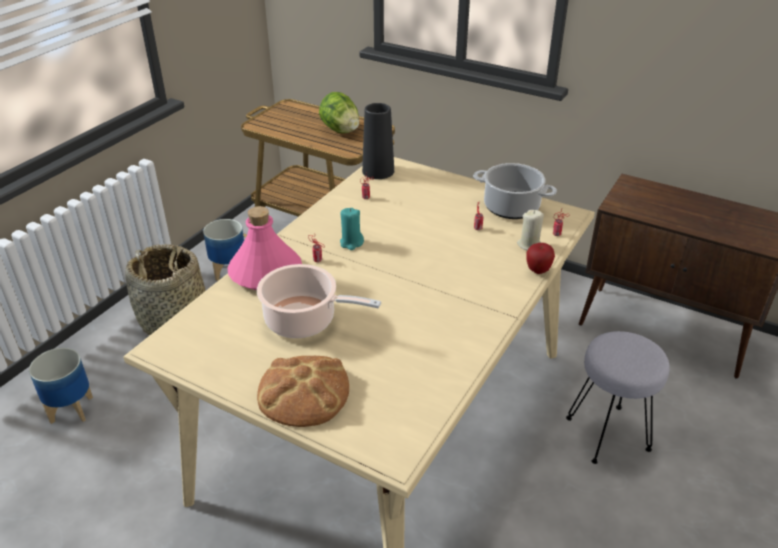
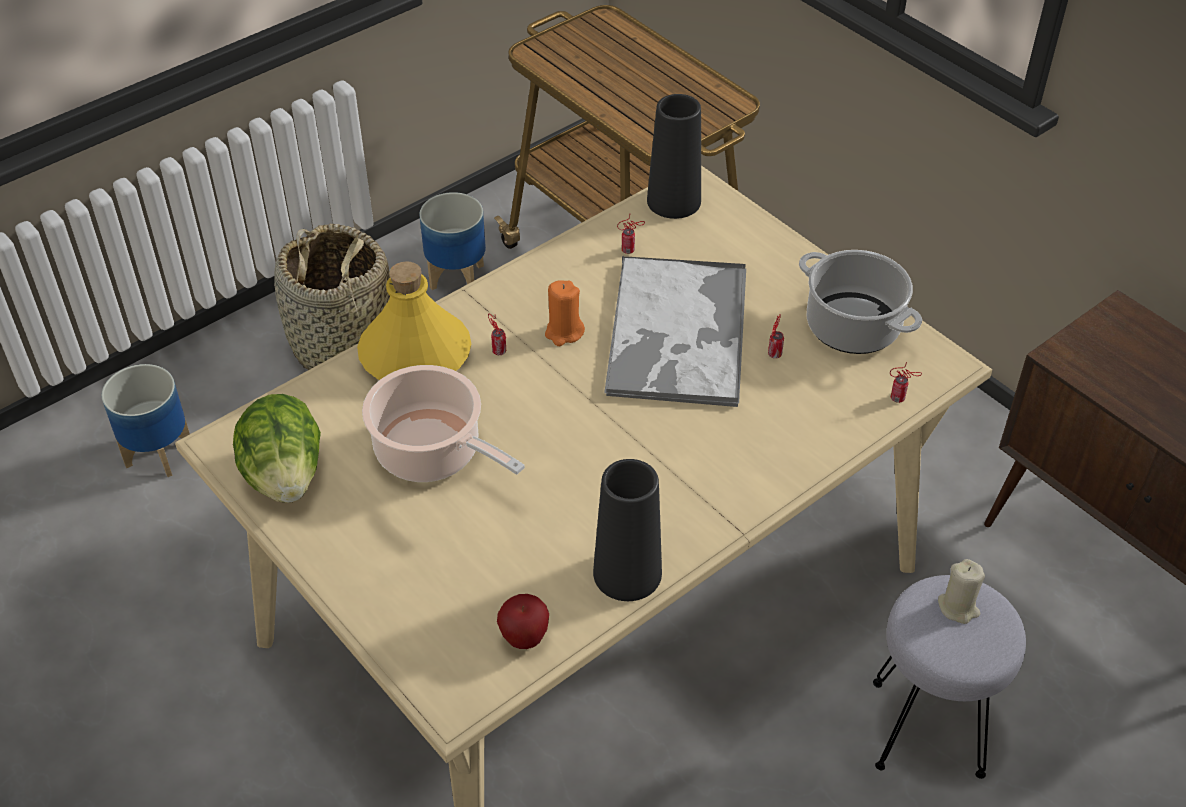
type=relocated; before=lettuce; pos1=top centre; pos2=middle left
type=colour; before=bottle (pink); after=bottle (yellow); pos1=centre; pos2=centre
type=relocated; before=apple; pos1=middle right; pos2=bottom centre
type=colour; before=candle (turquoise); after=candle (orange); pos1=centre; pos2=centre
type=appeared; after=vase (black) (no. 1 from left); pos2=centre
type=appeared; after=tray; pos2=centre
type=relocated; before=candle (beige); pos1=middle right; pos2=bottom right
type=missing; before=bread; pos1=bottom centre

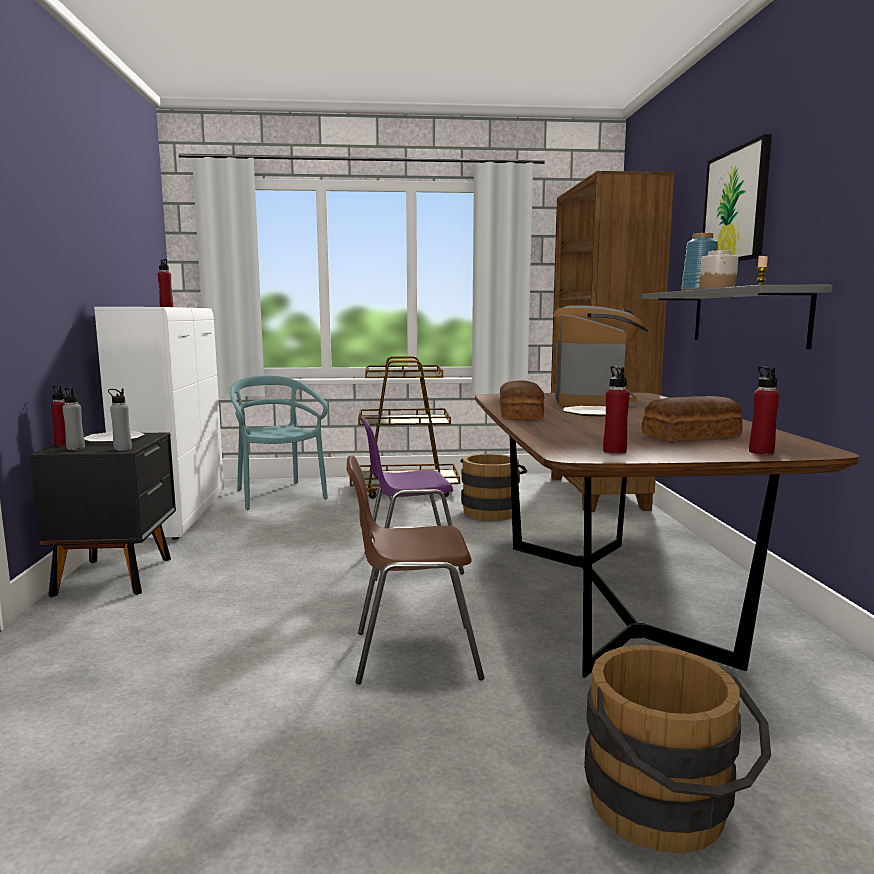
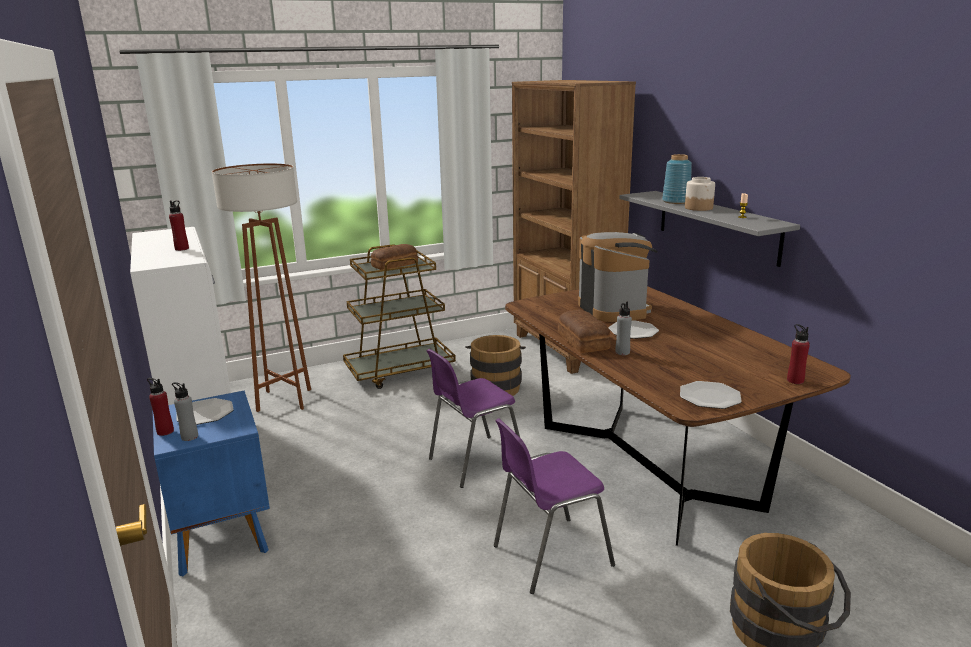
type=colour; before=nightstand (black); after=nightstand (blue); pos1=middle left; pos2=bottom left
type=exchanged; before=chair (turquoise); after=floor lamp (brown); pos1=middle left; pos2=middle left
type=relocated; before=bread (no. 2 from left in the first image); after=bread (no. 1 from left); pos1=middle right; pos2=centre
type=colour; before=chair (brown); after=chair (purple) (no. 2 from left); pos1=centre; pos2=bottom centre
type=relocated; before=bottle (grey) (no. 2 from left); pos1=middle left; pos2=centre
type=exchanged; before=bottle (red) (no. 3 from left); after=plate (no. 3 from left); pos1=middle right; pos2=middle right
type=missing; before=picture; pos1=top right

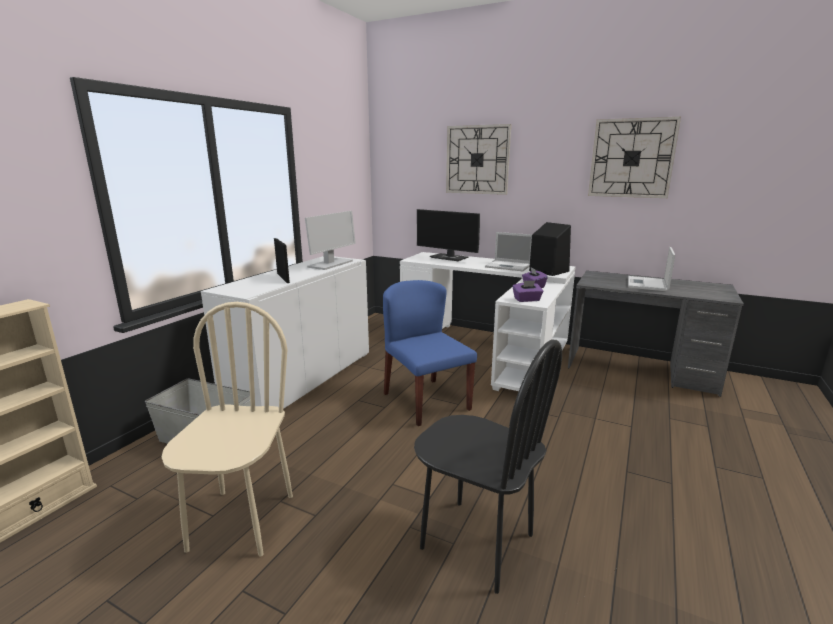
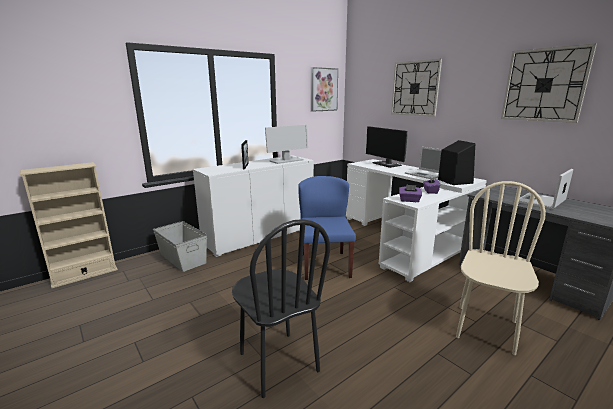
type=appeared; after=picture; pos2=top centre
type=relocated; before=chair (beige); pos1=bottom left; pos2=middle right

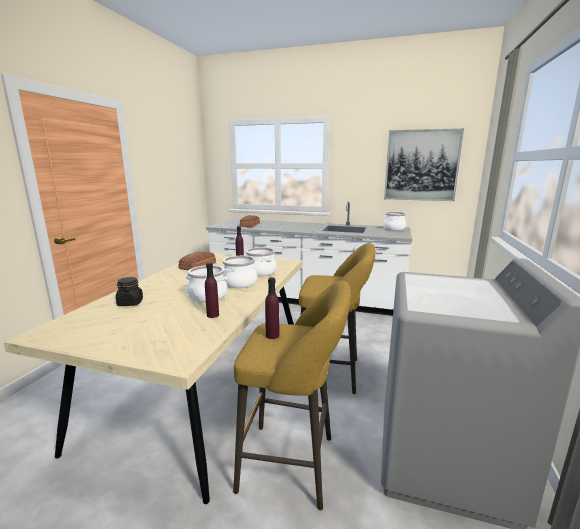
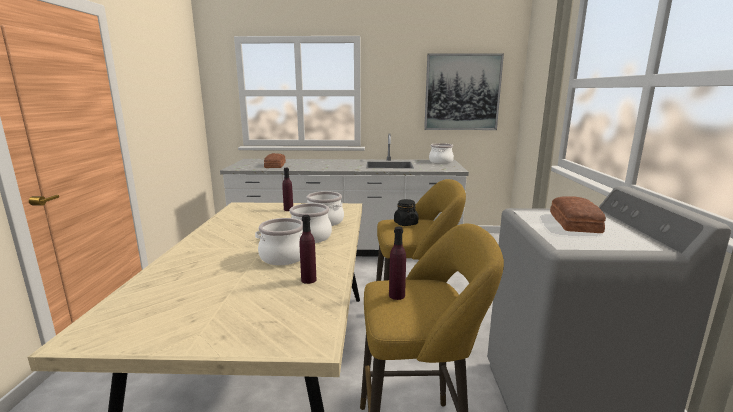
type=relocated; before=jar (black); pos1=middle left; pos2=centre
type=relocated; before=bread (no. 1 from left in the first image); after=bread (no. 2 from left); pos1=centre; pos2=middle right

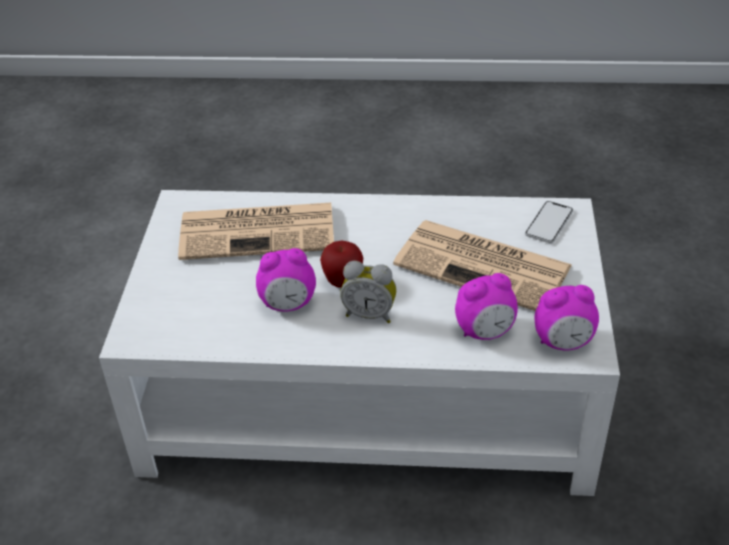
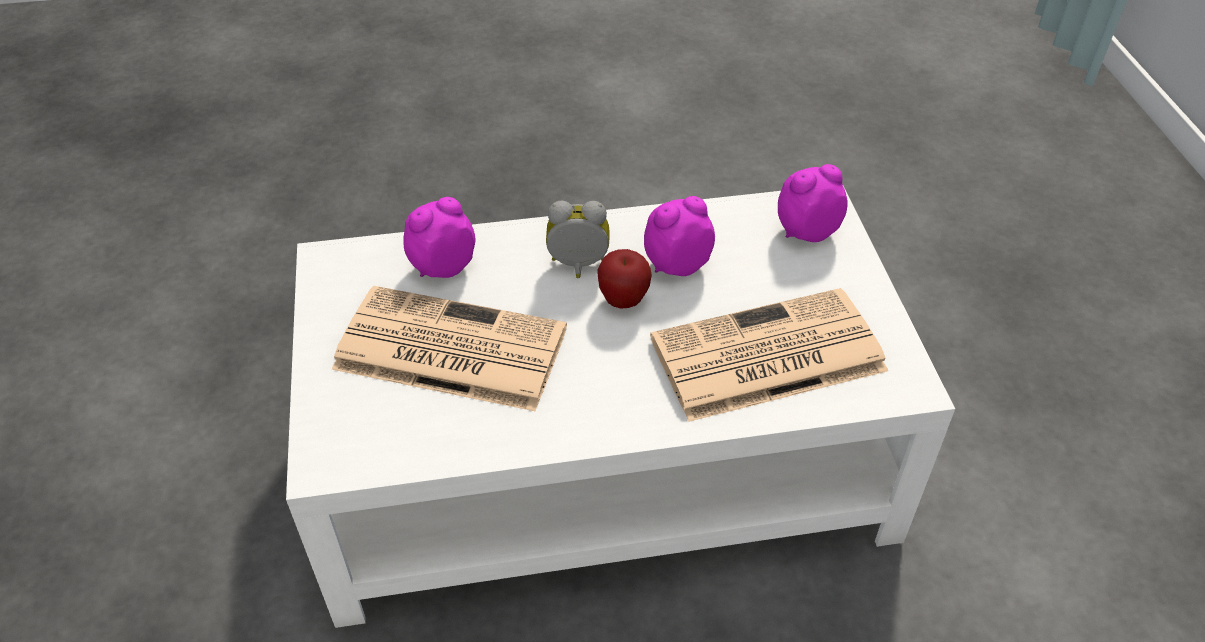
type=relocated; before=alarm clock (no. 4 from left); pos1=middle right; pos2=top right
type=missing; before=phone; pos1=middle right

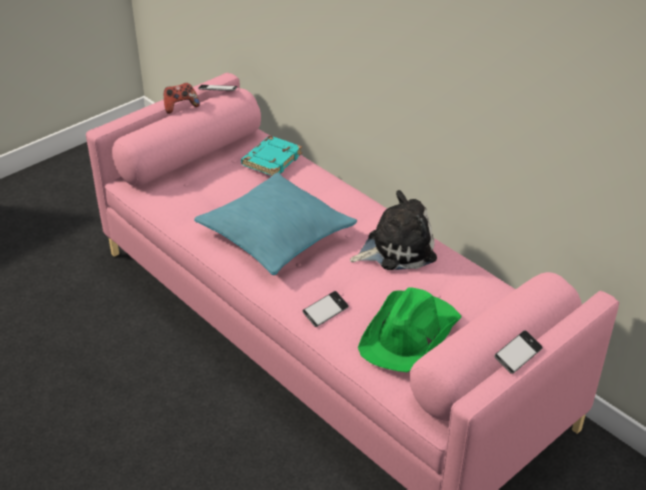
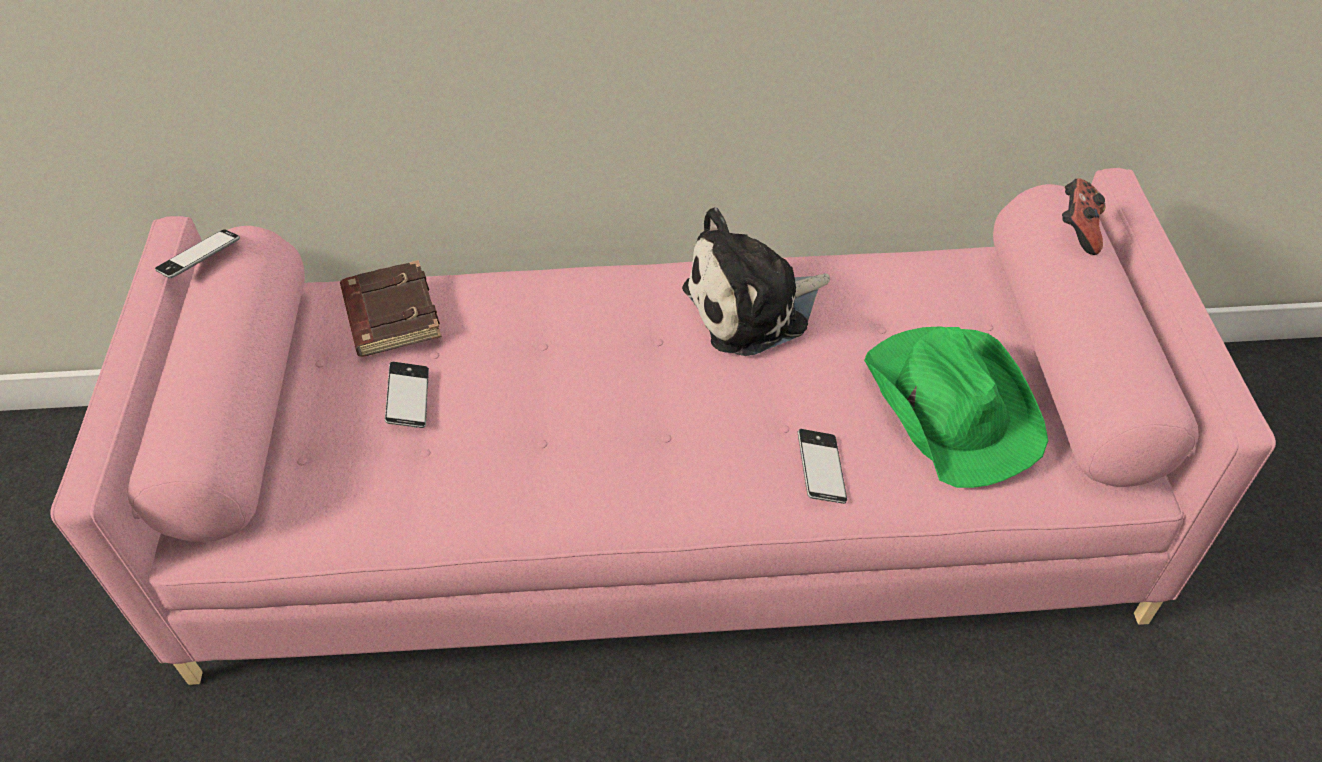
type=colour; before=book (turquoise); after=book (brown); pos1=top centre; pos2=middle left
type=relocated; before=phone (no. 3 from left in the first image); after=phone (no. 2 from left); pos1=bottom right; pos2=middle left
type=spun; before=plush toy; pos1=centre; pos2=centre; turn=-135
type=relocated; before=game controller; pos1=top left; pos2=top right
type=missing; before=pillow (turquoise); pos1=centre

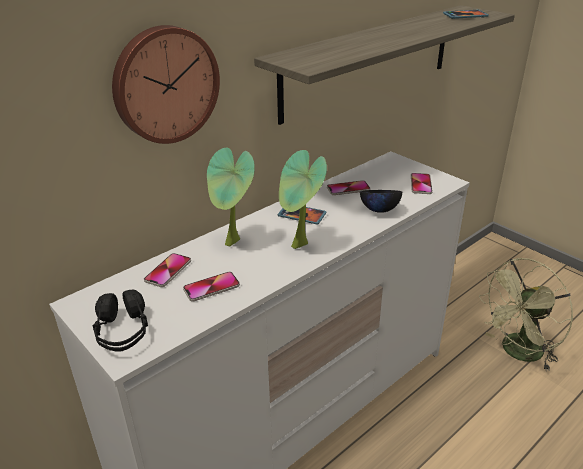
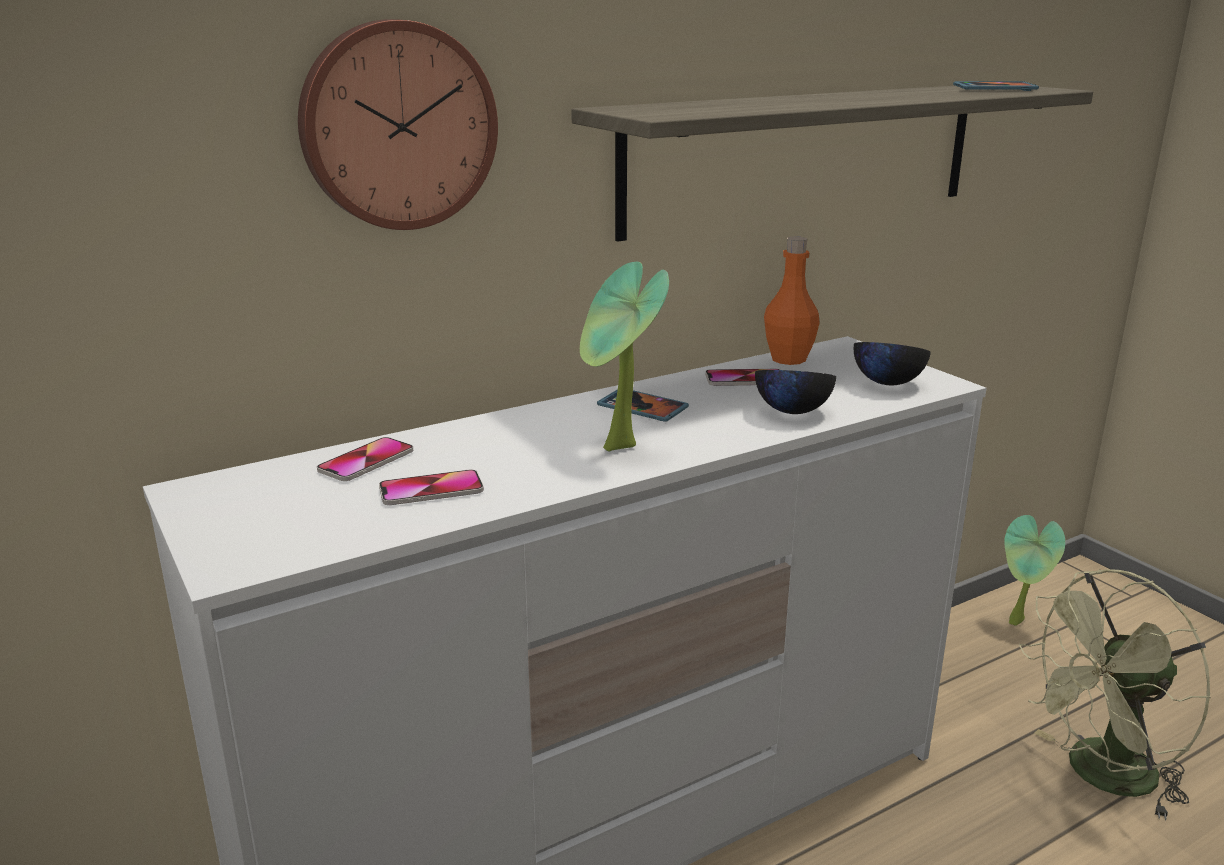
type=appeared; after=bottle (orange); pos2=centre
type=exchanged; before=phone (no. 5 from left); after=bowl (black) (no. 2 from left); pos1=middle right; pos2=middle right
type=relocated; before=potted plant (no. 1 from left in the first image); after=potted plant (no. 2 from left); pos1=centre; pos2=middle right
type=missing; before=headphones (black); pos1=bottom left

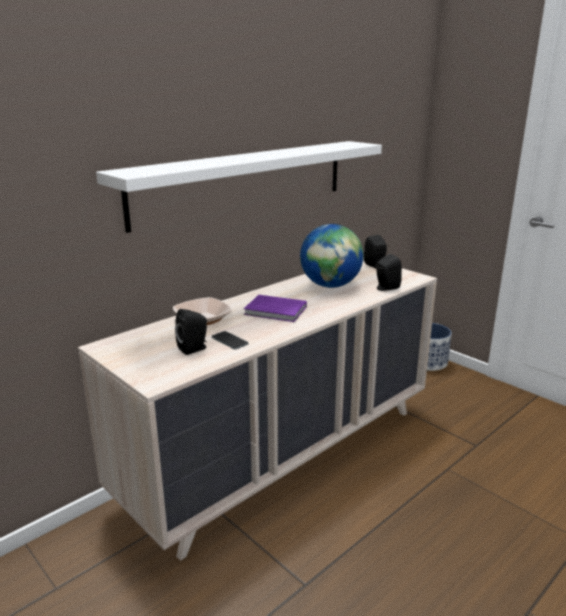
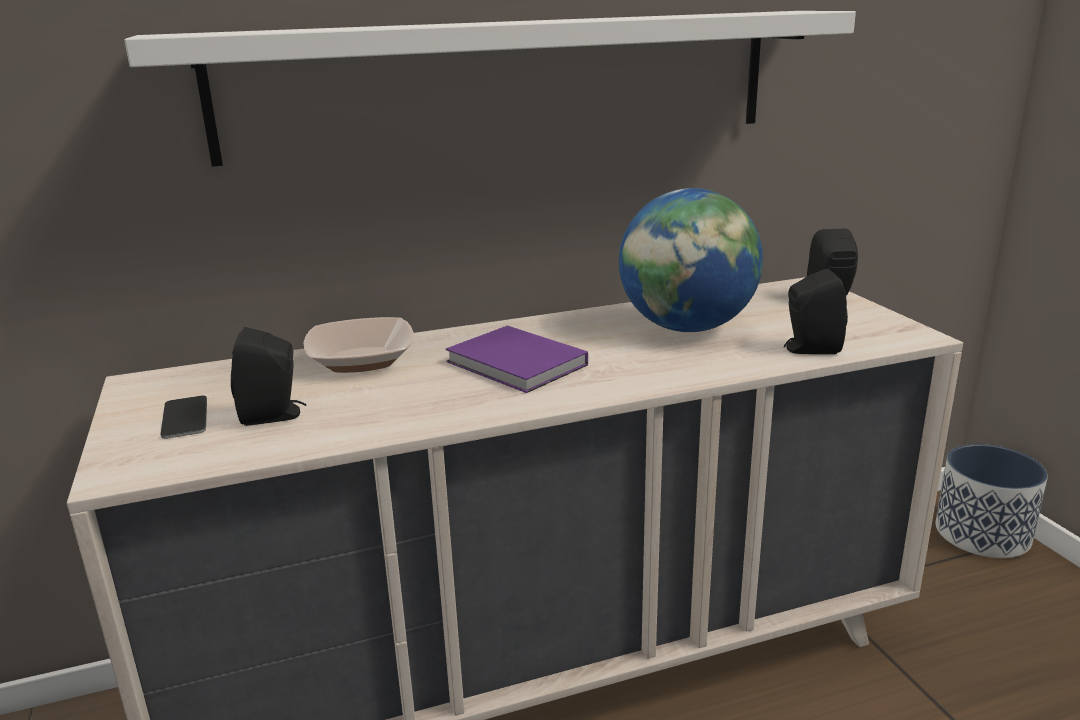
type=relocated; before=phone; pos1=centre; pos2=middle left

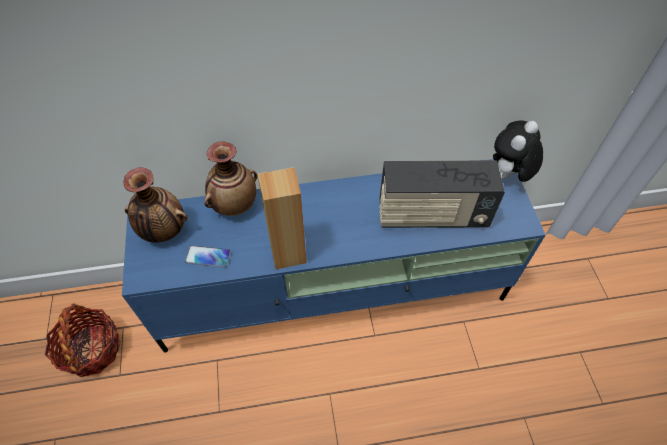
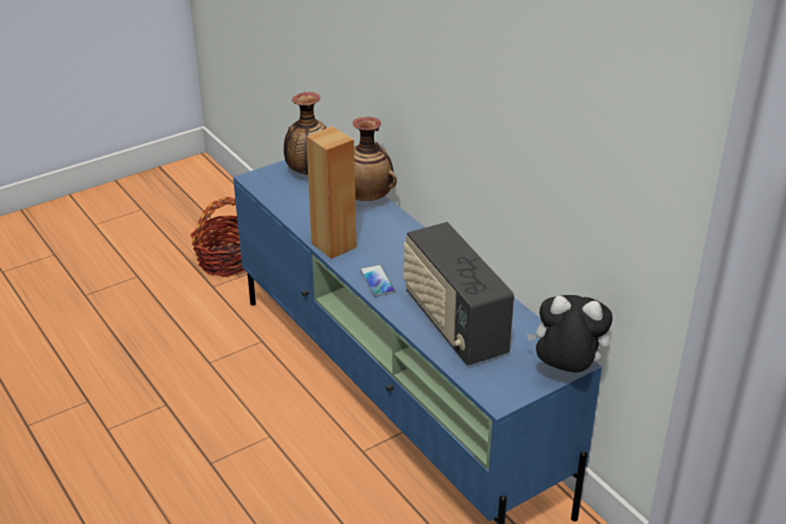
type=relocated; before=phone; pos1=middle left; pos2=centre

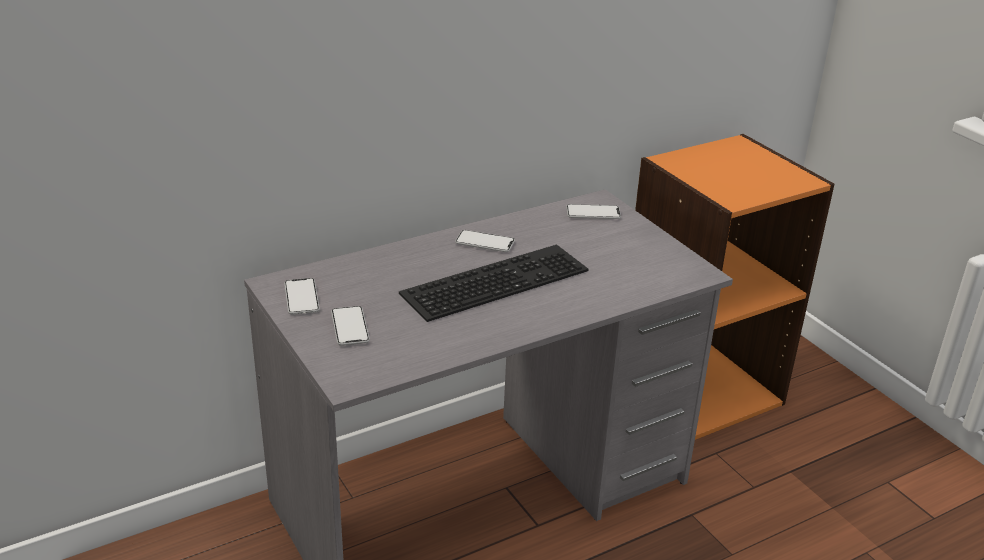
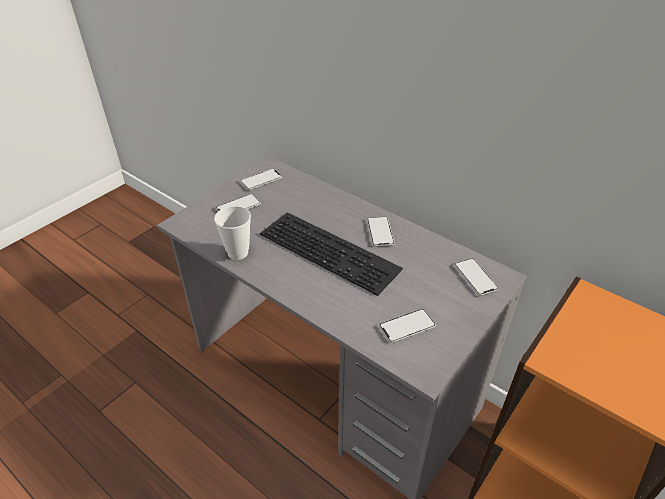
type=appeared; after=cup; pos2=centre
type=appeared; after=phone (no. 4 from left); pos2=centre

